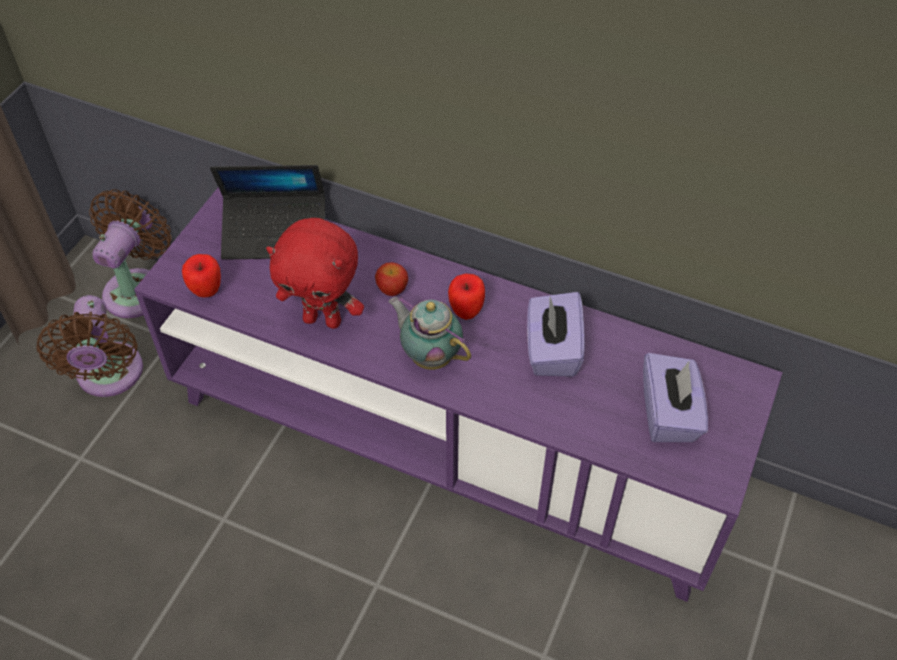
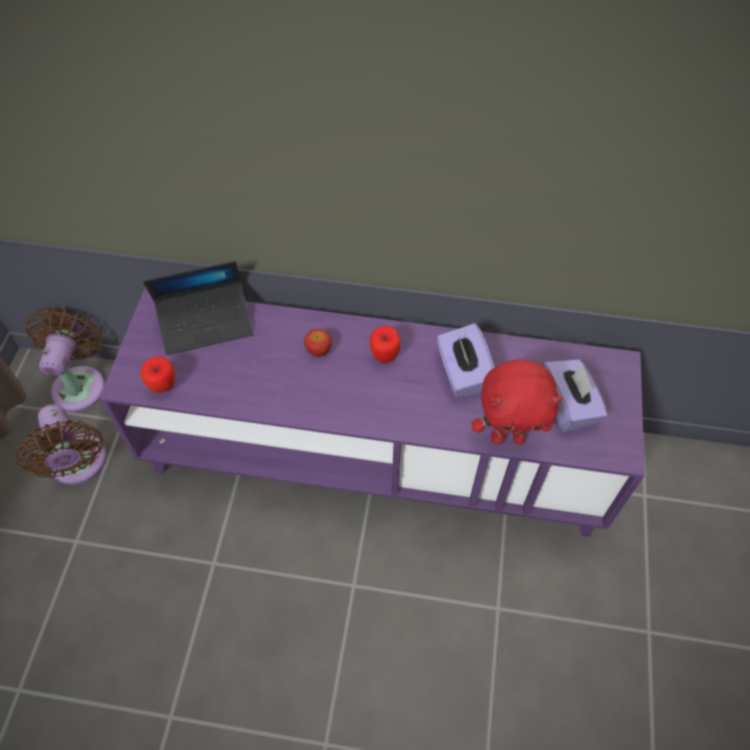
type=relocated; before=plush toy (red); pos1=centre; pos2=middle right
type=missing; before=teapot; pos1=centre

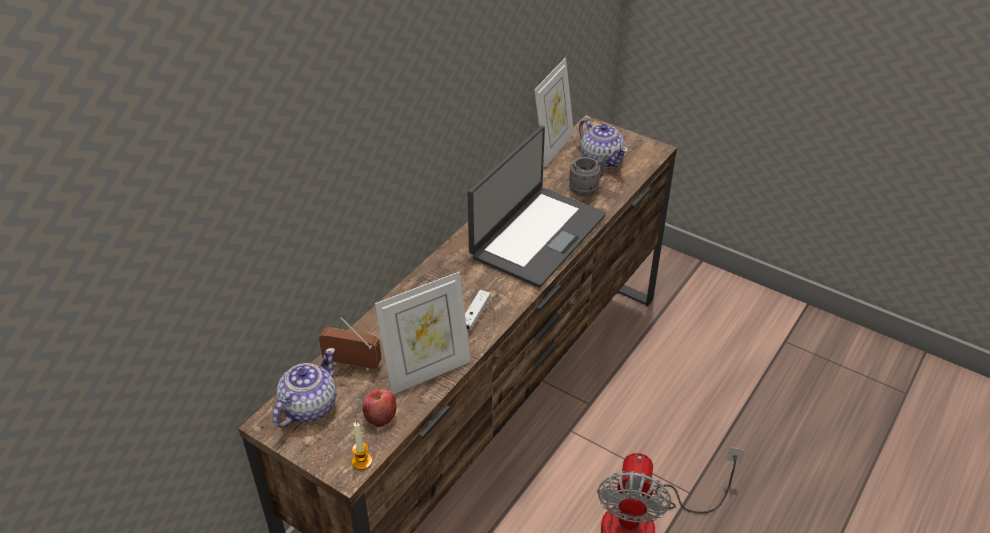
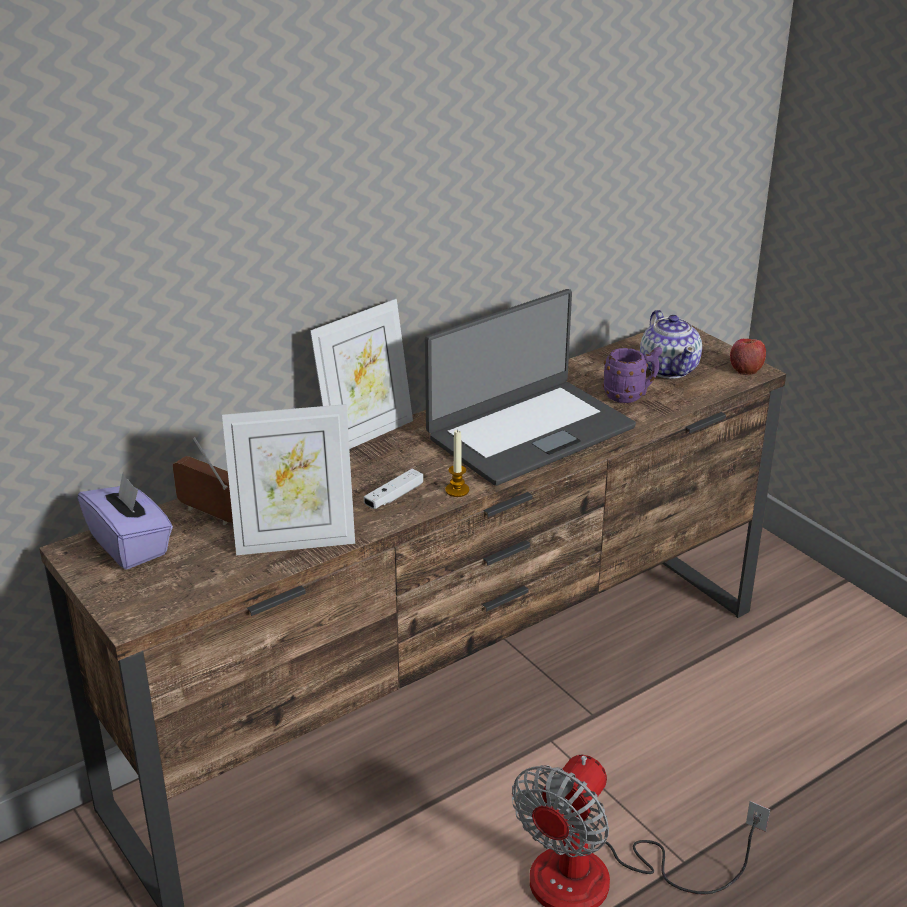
type=exchanged; before=teapot (no. 1 from left); after=tissue box (purple); pos1=bottom left; pos2=middle left
type=relocated; before=picture frame (no. 2 from left); pos1=top centre; pos2=centre
type=relocated; before=candle; pos1=bottom centre; pos2=centre
type=colour; before=mug (grey); after=mug (purple); pos1=top centre; pos2=middle right
type=relocated; before=apple; pos1=bottom centre; pos2=middle right

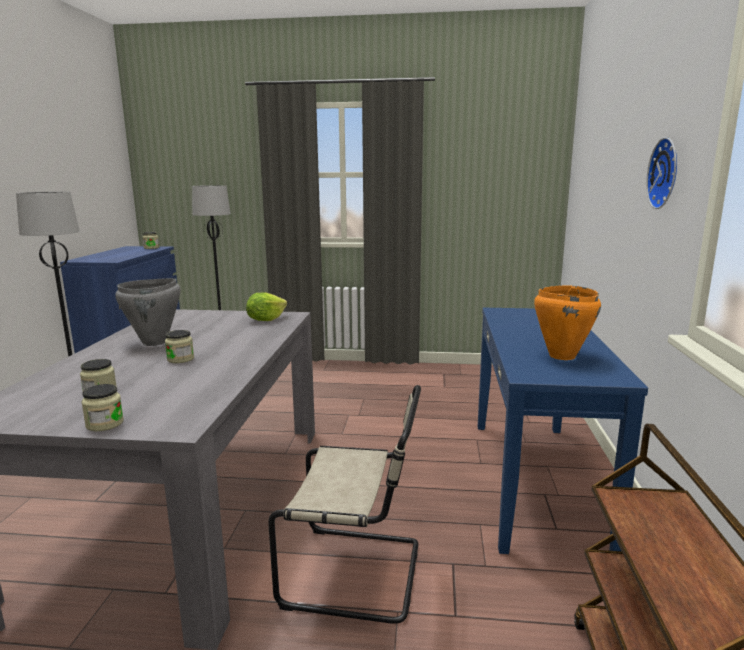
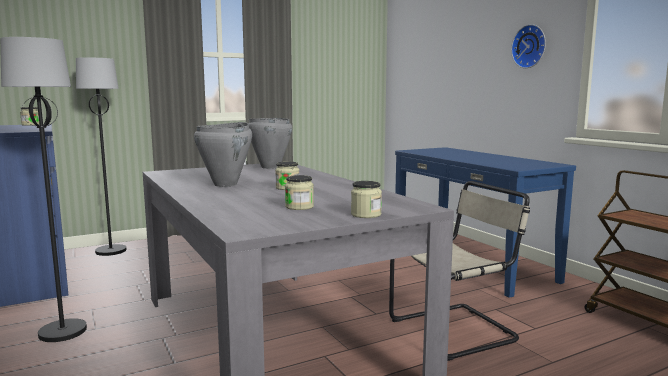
type=exchanged; before=lettuce; after=cooking pot (grey) (no. 2 from left); pos1=centre; pos2=centre
type=missing; before=cooking pot (orange); pos1=middle right

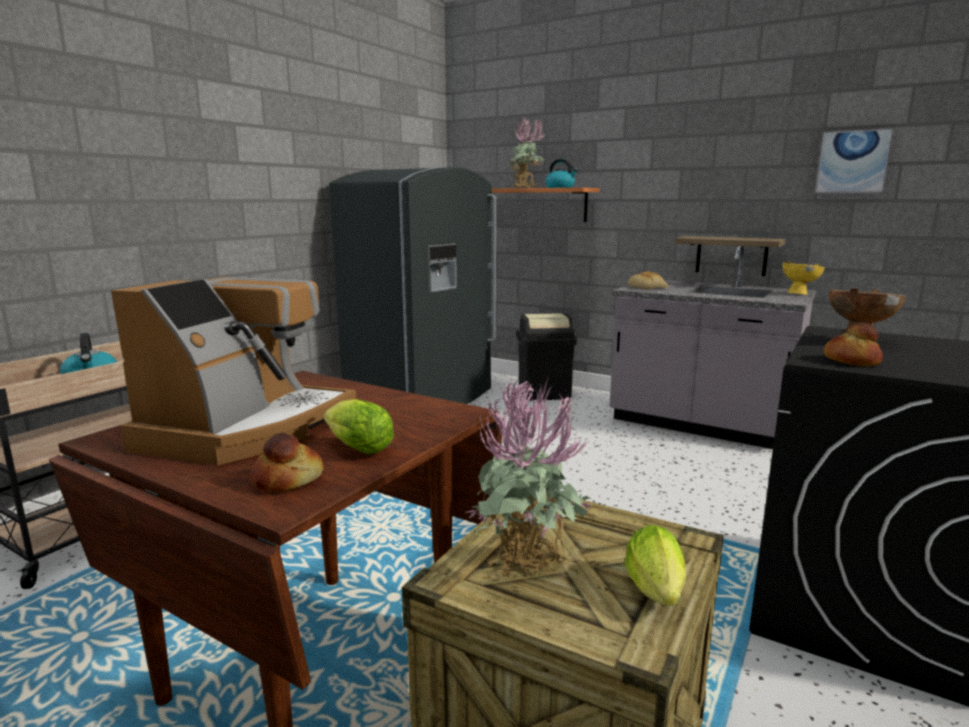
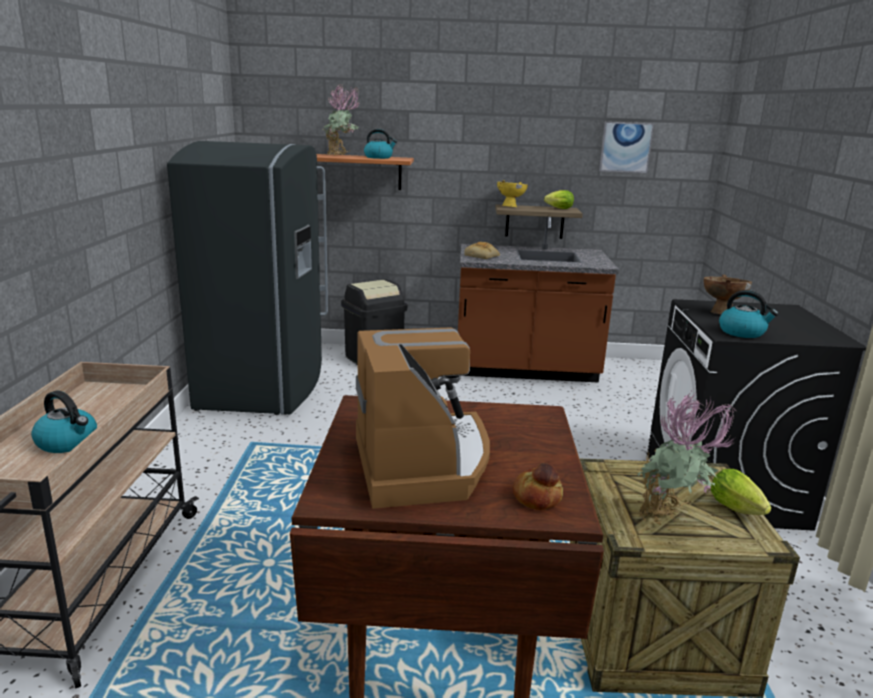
type=colour; before=counter (grey); after=counter (brown); pos1=middle right; pos2=centre
type=relocated; before=bowl (yellow); pos1=middle right; pos2=top centre
type=relocated; before=lettuce (no. 1 from left); pos1=centre; pos2=top centre
type=exchanged; before=bread (no. 3 from left); after=kettle (no. 3 from left); pos1=middle right; pos2=middle right

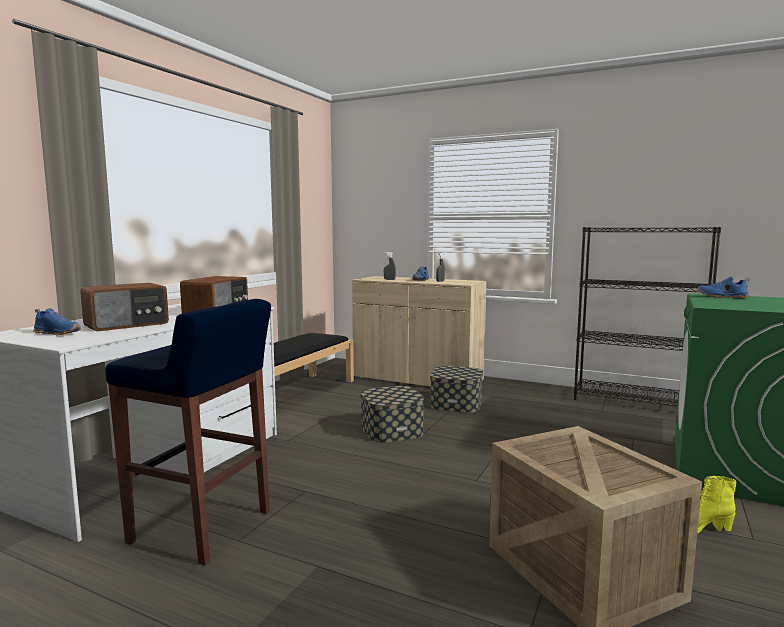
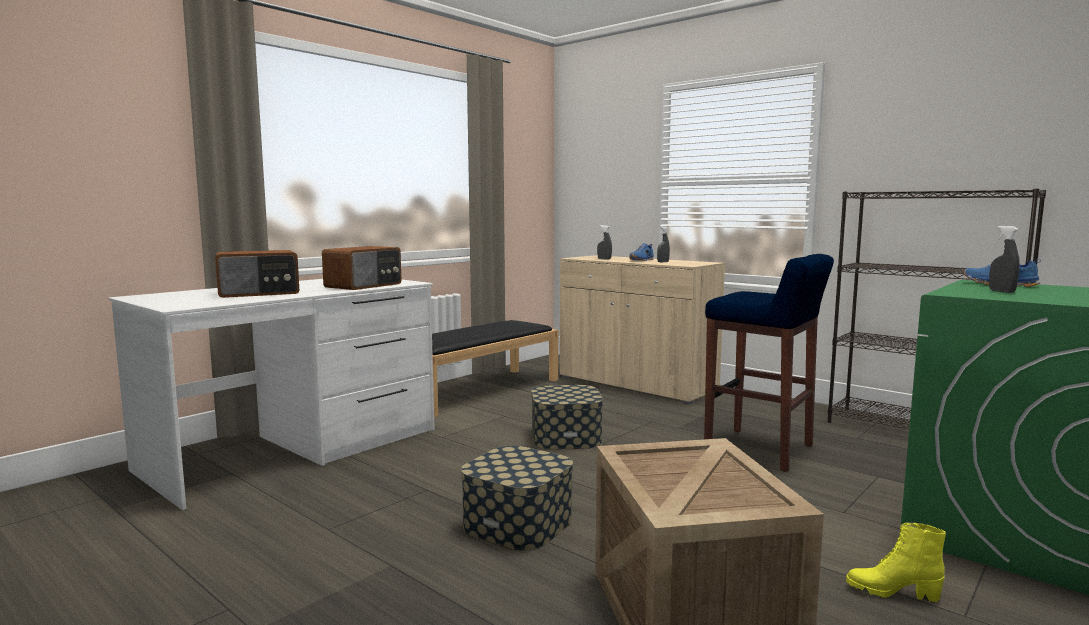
type=relocated; before=storage box (no. 2 from left in the first image); after=storage box (no. 1 from left); pos1=centre; pos2=bottom centre
type=relocated; before=stool (blue); pos1=bottom left; pos2=middle right
type=appeared; after=spray bottle (grey) (no. 3 from left); pos2=middle right
type=missing; before=shoe (blue) (no. 1 from left); pos1=middle left

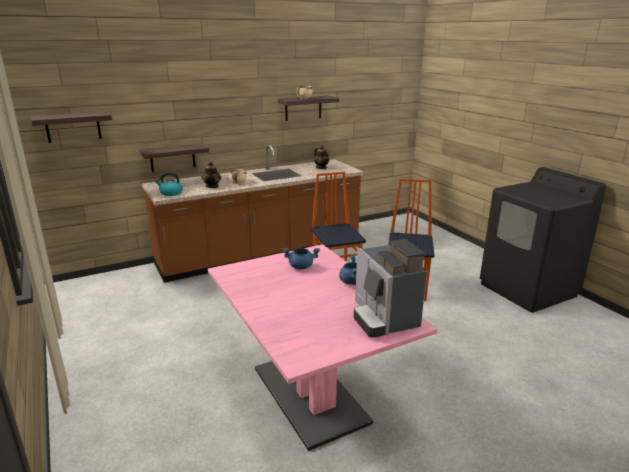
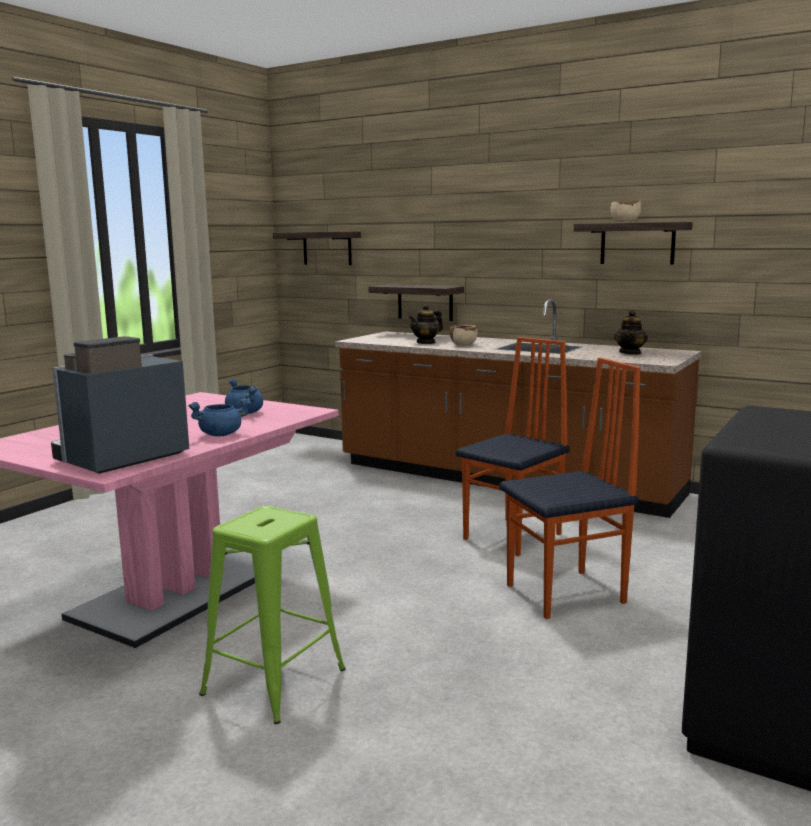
type=appeared; after=stool (green); pos2=bottom centre
type=missing; before=kettle; pos1=middle left

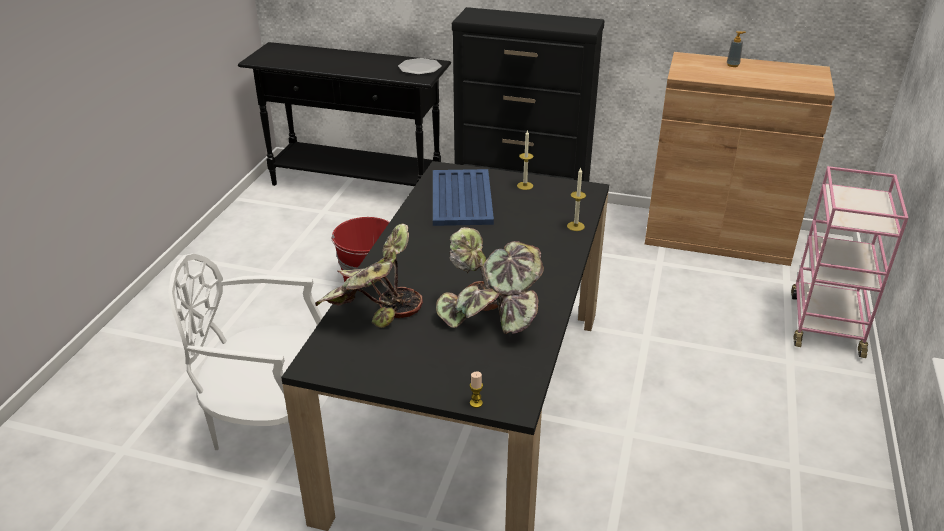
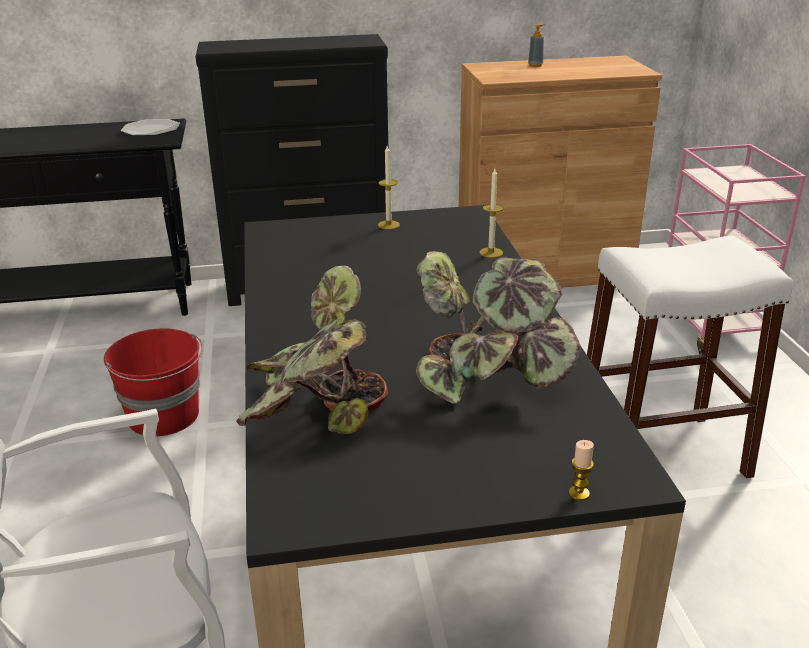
type=appeared; after=stool (white); pos2=middle right
type=missing; before=tray (blue); pos1=centre

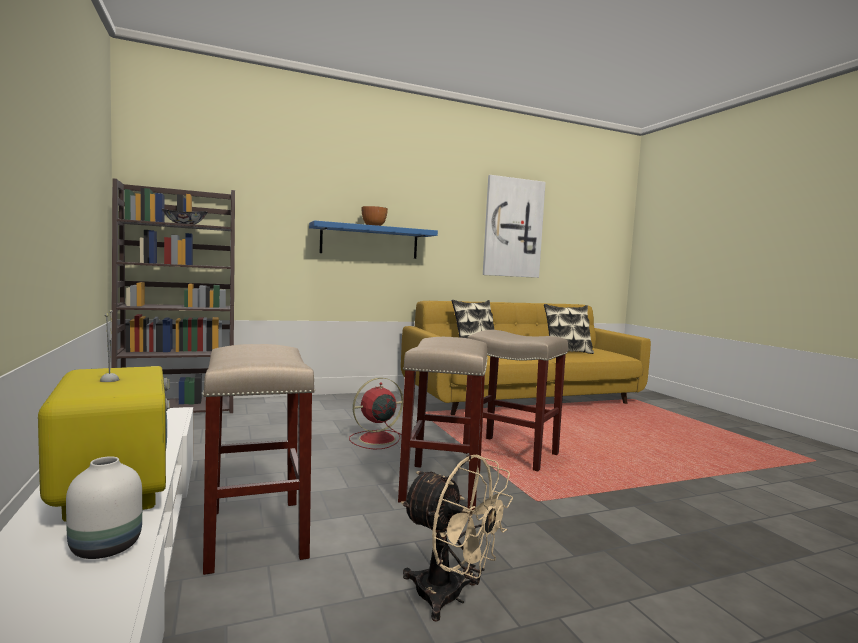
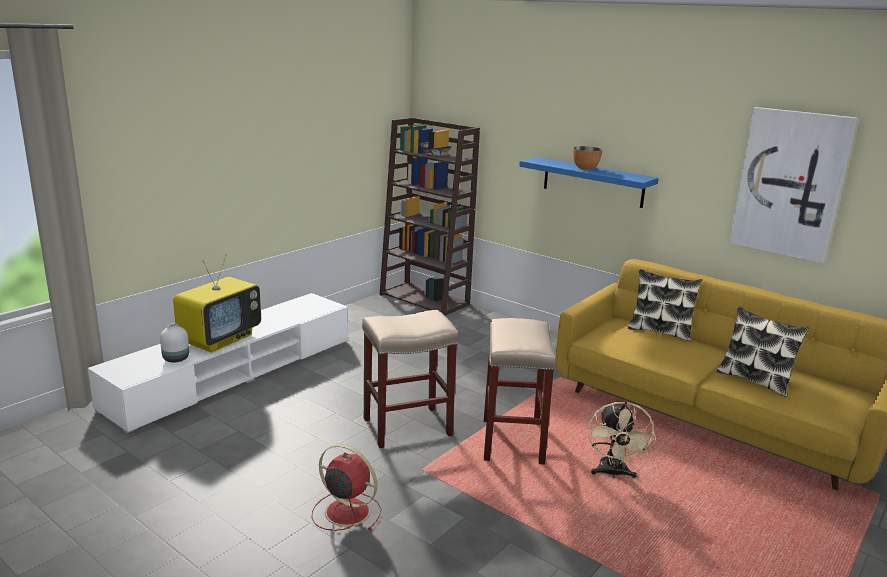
type=relocated; before=fan (red); pos1=centre; pos2=bottom centre
type=relocated; before=fan (beige); pos1=bottom centre; pos2=bottom right
type=missing; before=stool (beige) (no. 1 from left); pos1=bottom left

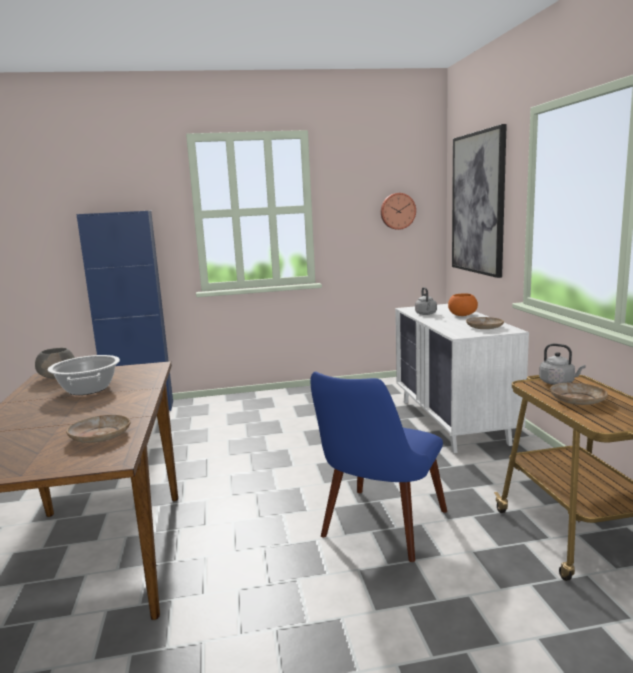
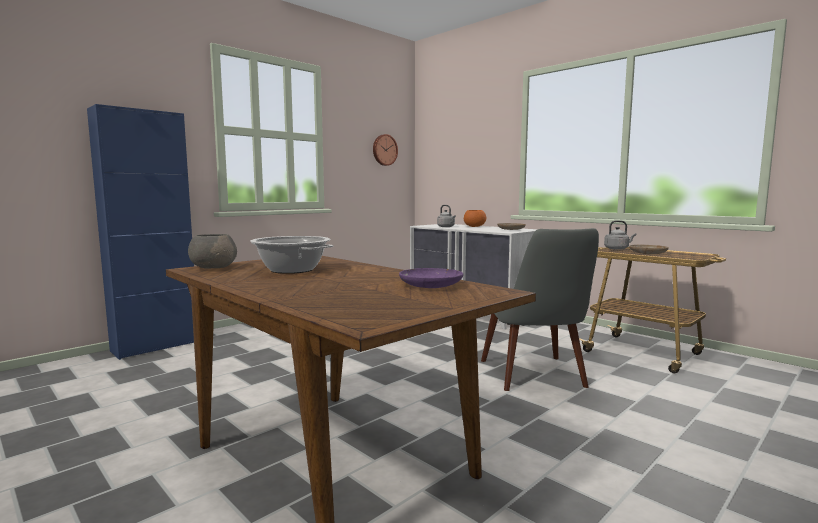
type=colour; before=plate (beige) (no. 1 from left); after=plate (purple); pos1=middle left; pos2=centre
type=colour; before=chair (blue); after=chair (grey); pos1=bottom centre; pos2=centre
type=missing; before=picture; pos1=top right

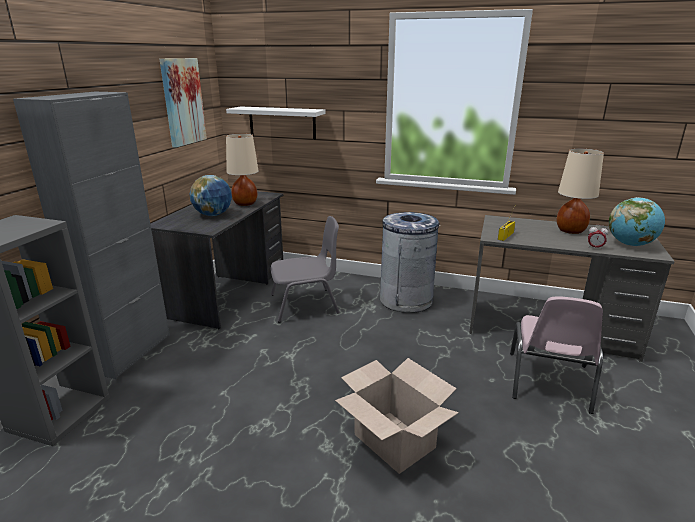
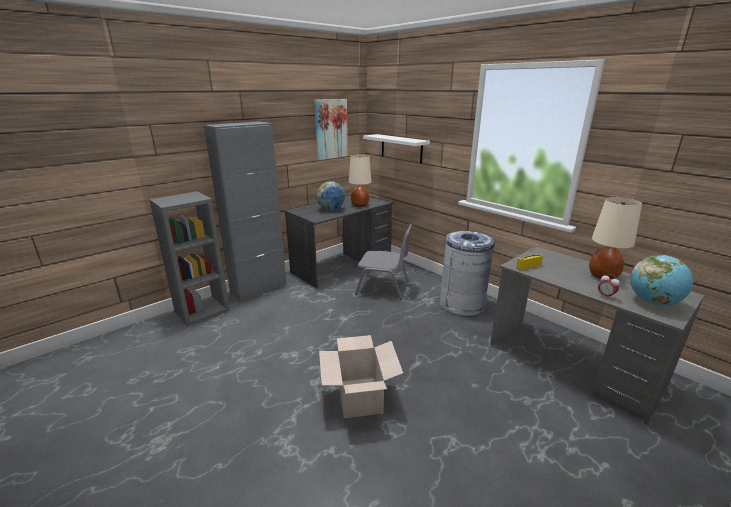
type=missing; before=chair (pink); pos1=bottom right

